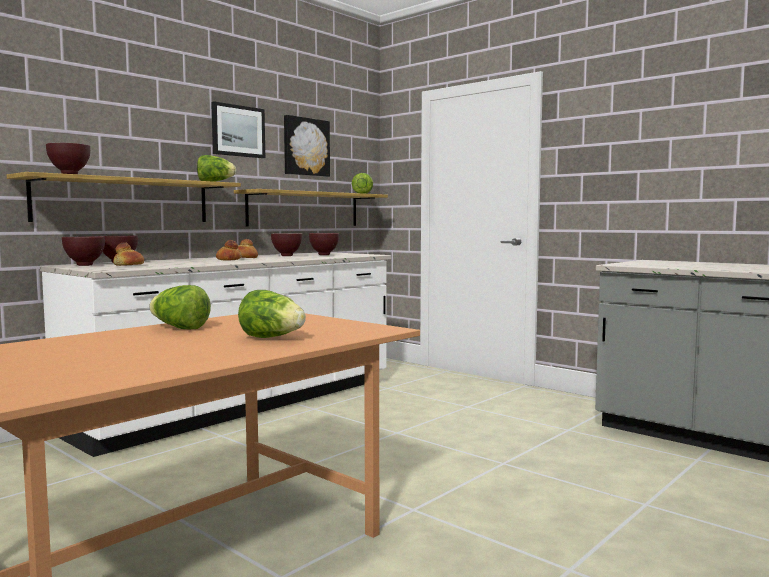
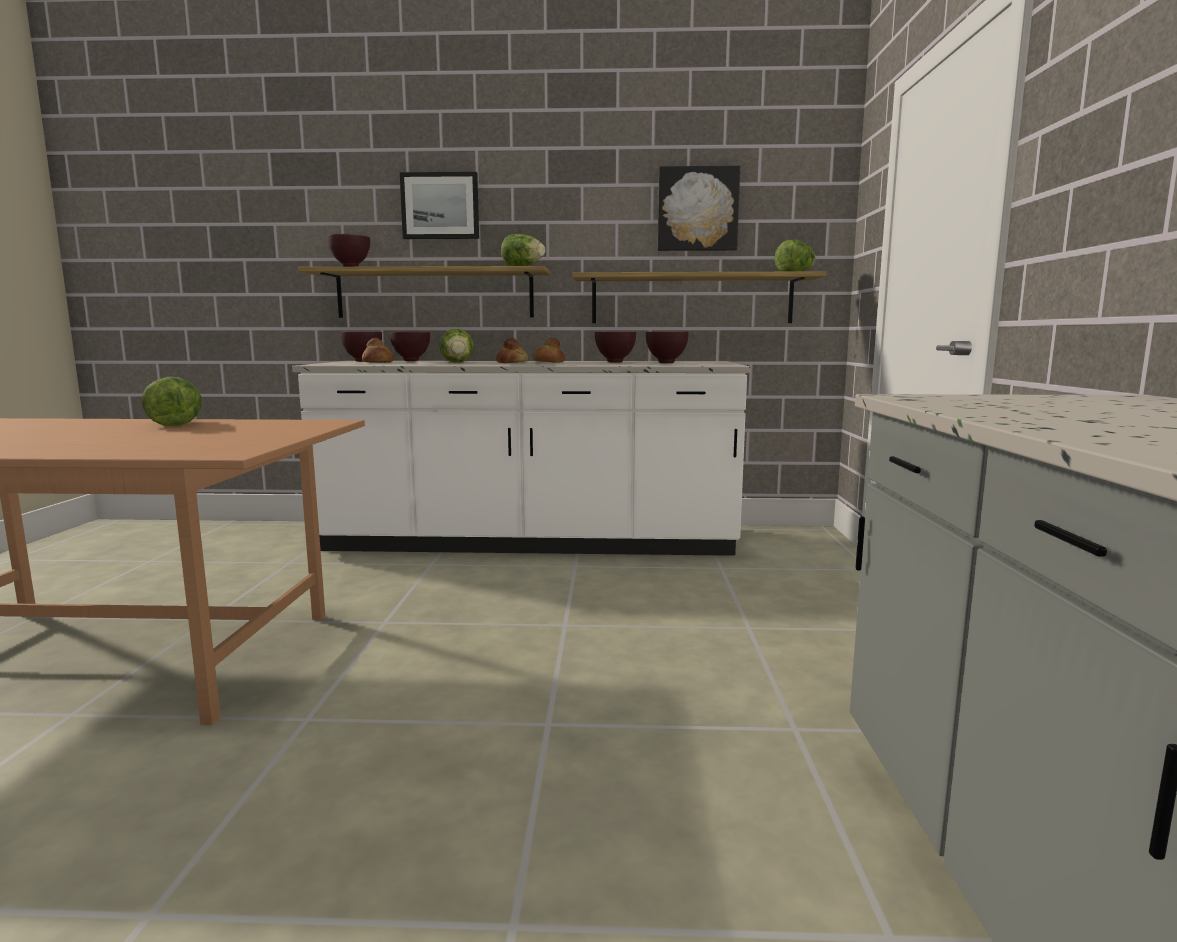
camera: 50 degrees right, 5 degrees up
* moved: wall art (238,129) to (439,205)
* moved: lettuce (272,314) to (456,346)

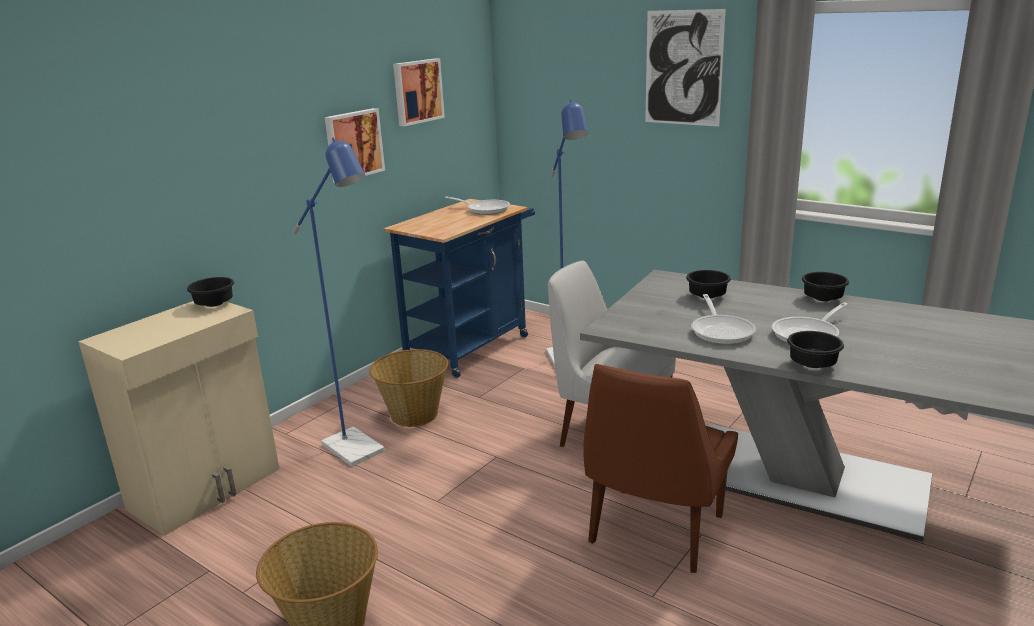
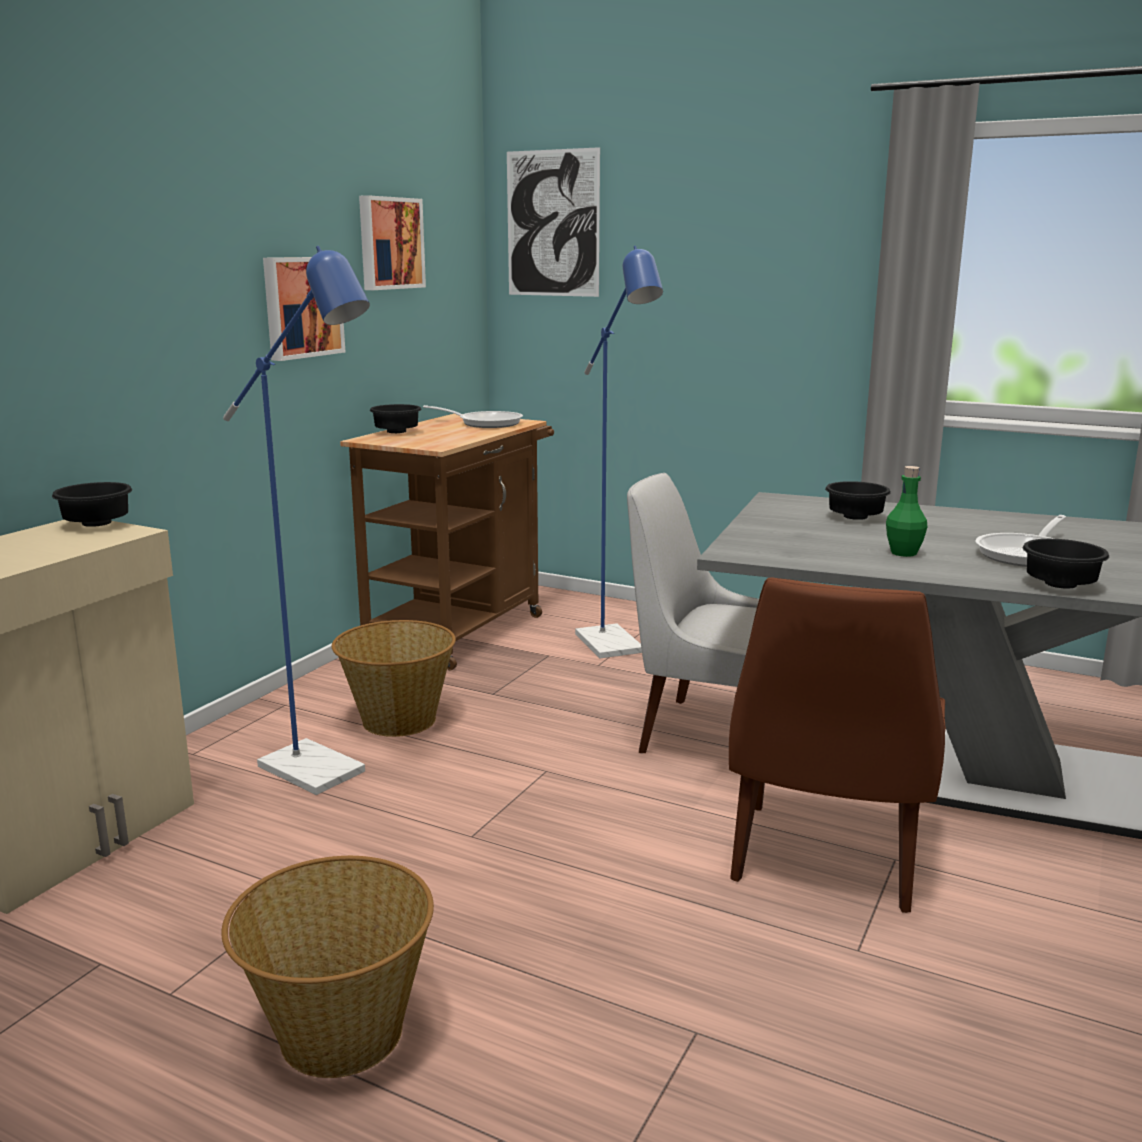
camera: 10 degrees left, 5 degrees down
* moved: wall art (685,68) to (553,222)
* recoloured: blue trolley (459,288) to brown-coloured trolley (447,542)
* moved: black deep dish (825,286) to (395,418)
* replaced: pan (723,319) to green beverage bottle (906,511)

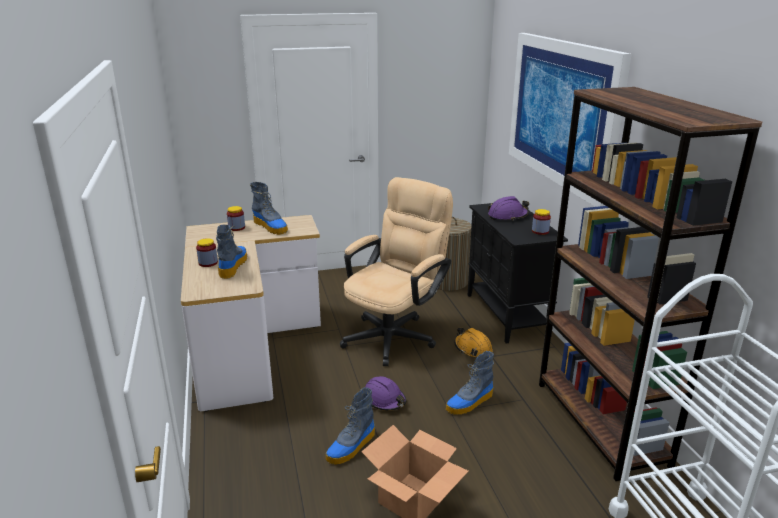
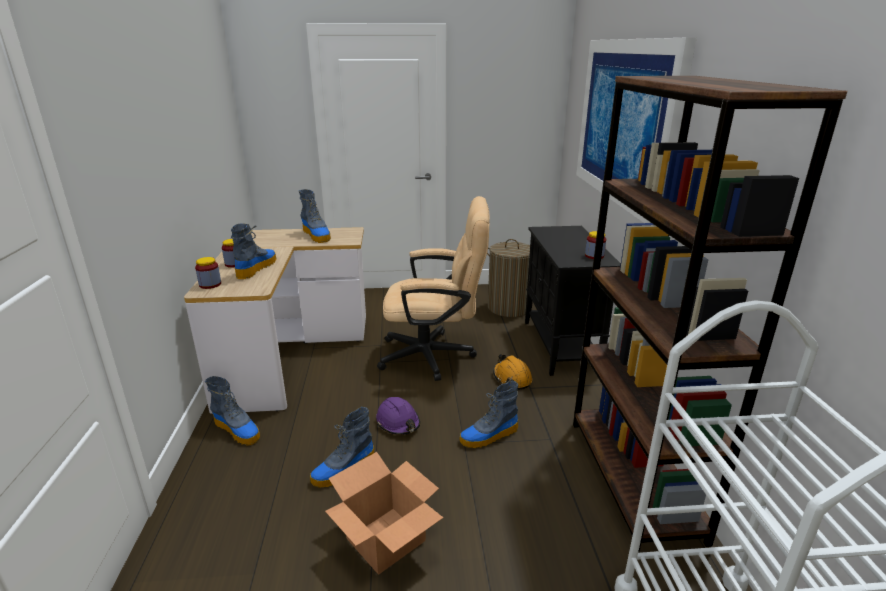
camera: 10 degrees right, 0 degrees up
* turned: beige-coloured computer chair (396,271) = (433,288) 45 degrees clockwise
* removed: purple-coloured safety helmet (508,208)
* moved: preserve jar (236,218) to (208,273)
* added: boot (232,411)

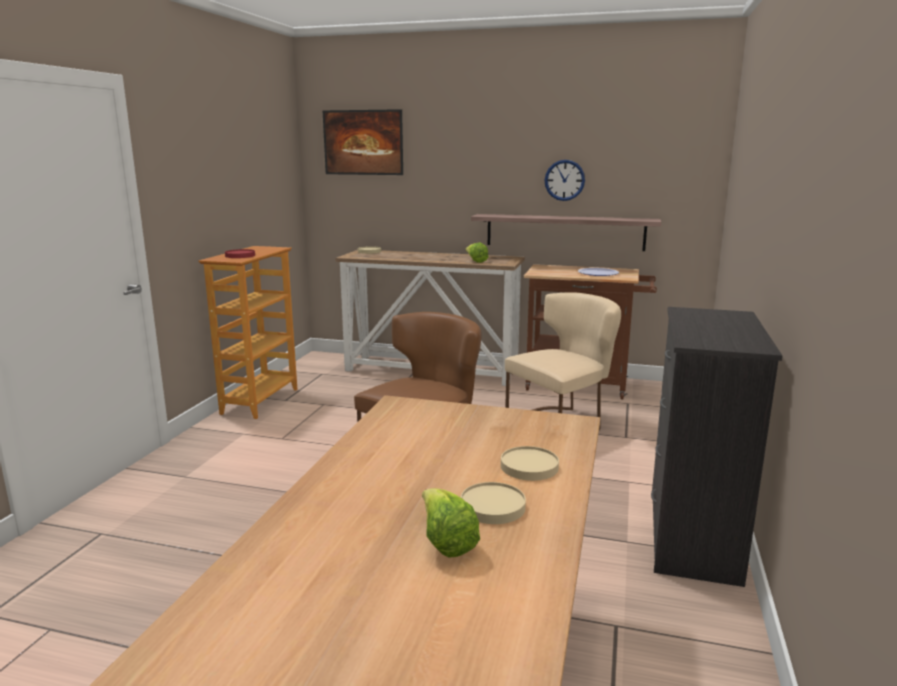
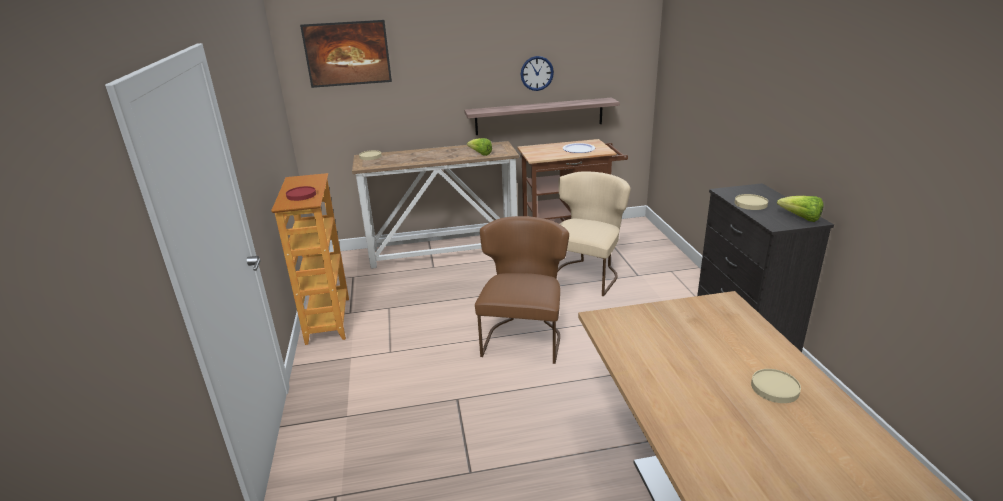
camera: 25 degrees left, 10 degrees up
* moved: beige-coloured dinner plate (530,463) to (751,202)
* moved: lettuce (451,523) to (800,209)

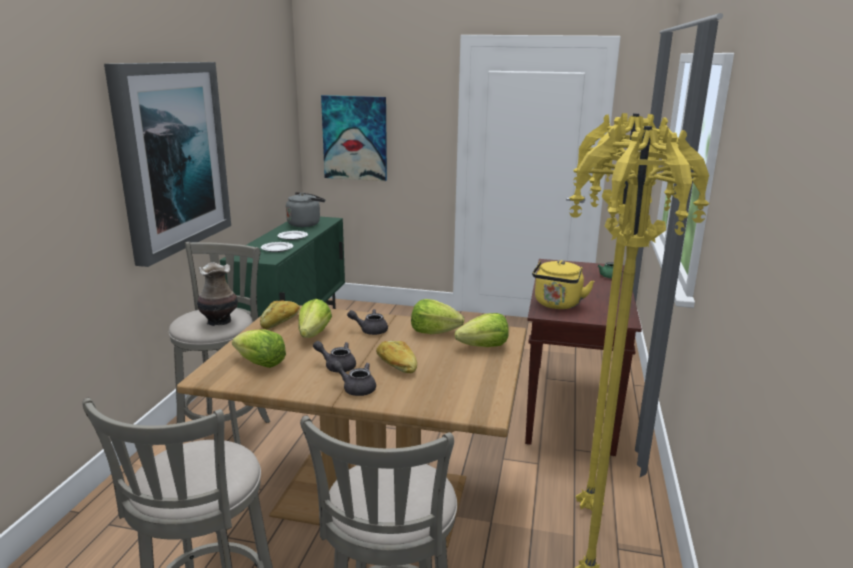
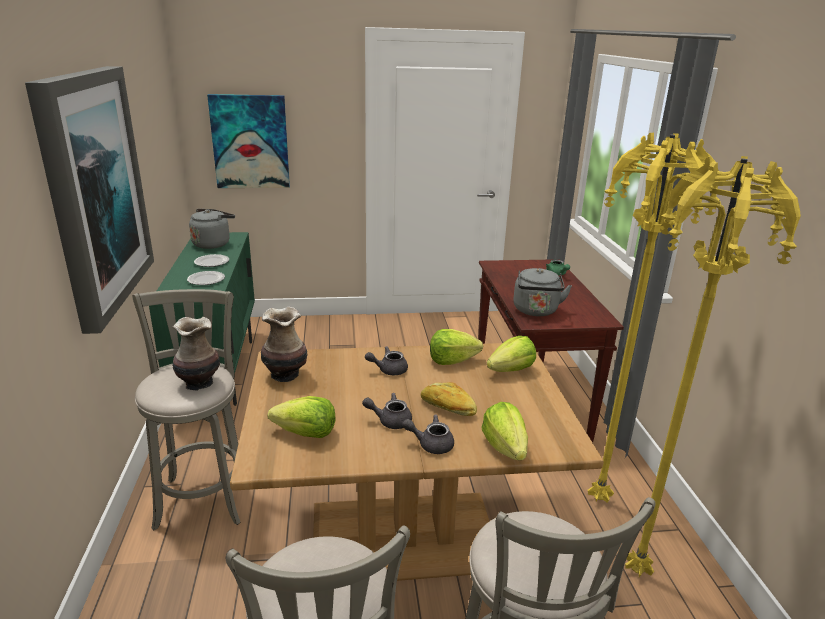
camera: 20 degrees left, 5 degrees up
* recoloured: yellow-coloured kettle (563,284) to grey kettle (542,292)
* moved: lettuce (315,318) to (505,431)
* replaced: bakery bread (280,314) to vase (284,344)

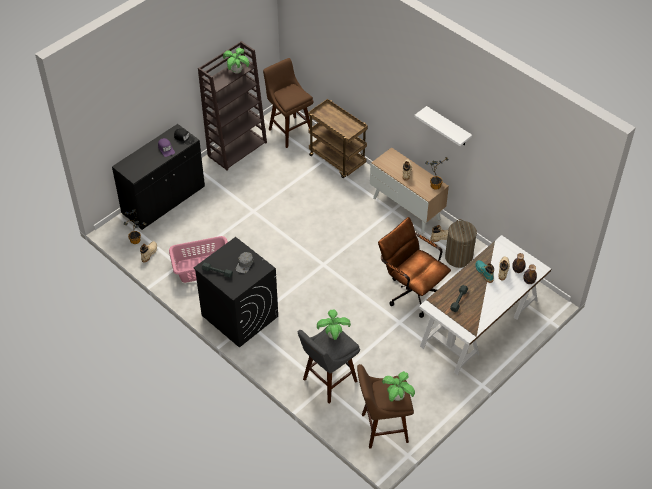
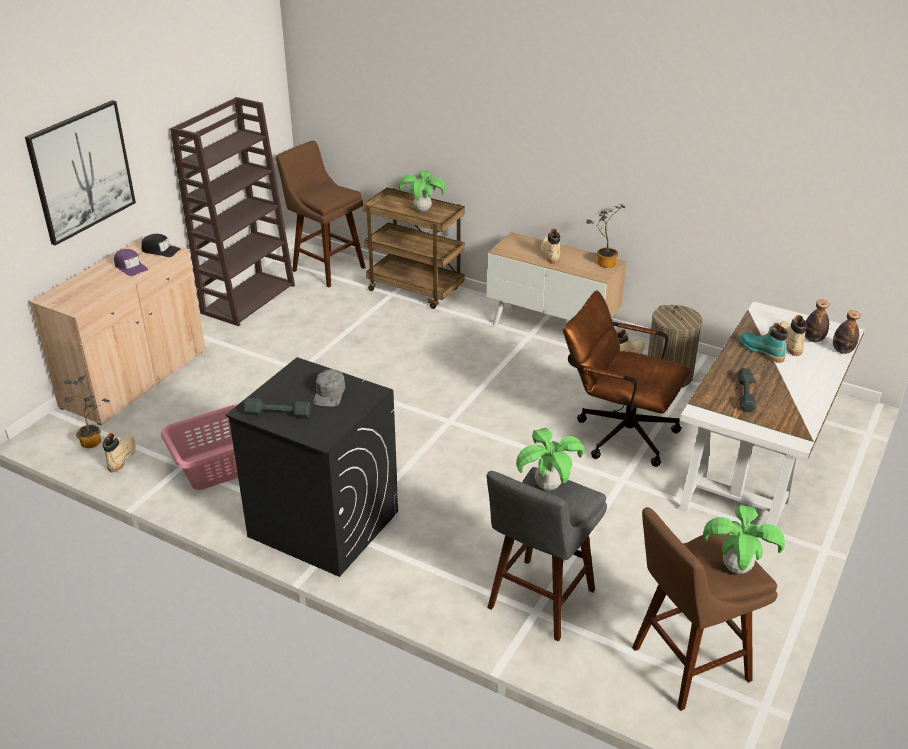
camera: 15 degrees left, 15 degrees down
* moved: houseplant (236,61) to (422,191)
* removed: whitish shelf (443,126)
* recoloured: black cabinet (158,177) to beige-coloured cabinet (117,331)
* added: wall art (80,173)

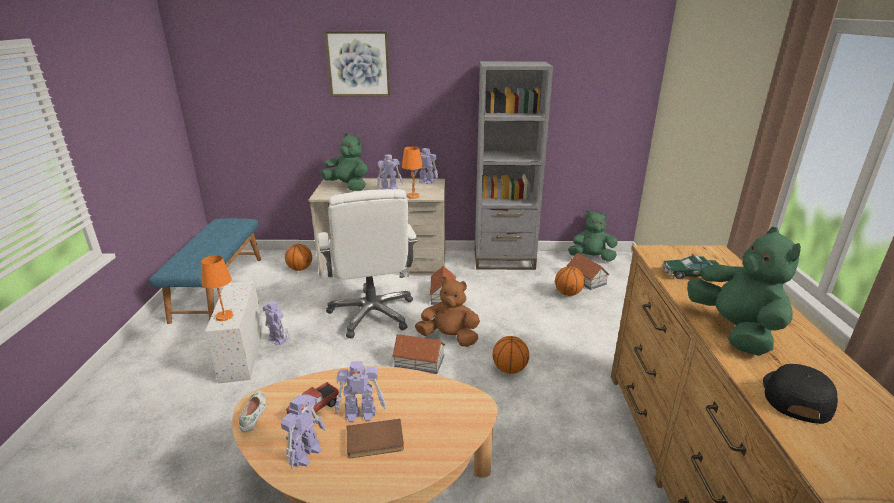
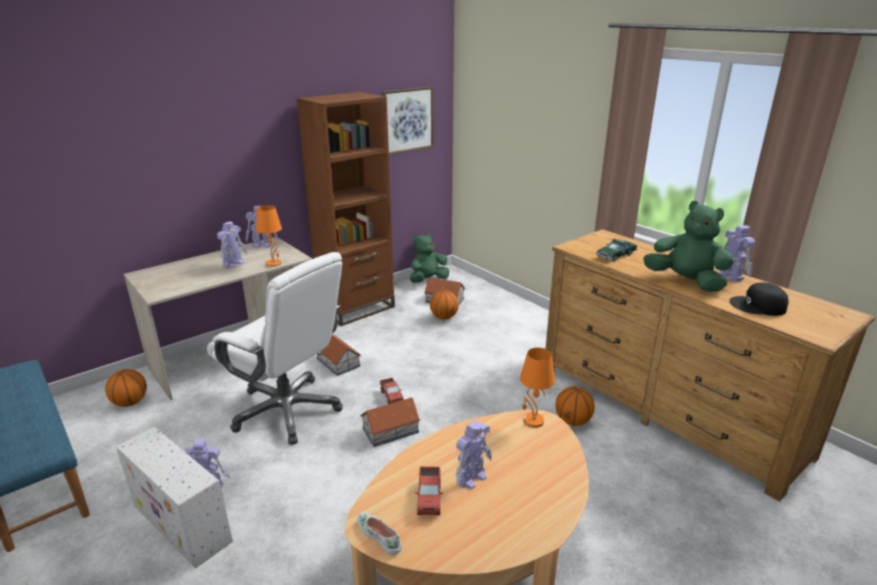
camera: 40 degrees left, 0 degrees up
* moved: wall art (357,64) to (408,121)
* recoloured: grey bookshelf (514,165) to brown-coloured bookshelf (346,209)
* removed: green plush toy (344,162)
* moved: orange table lamp (217,288) to (537,388)
* replaced: brown-coloured plush toy (447,311) to toy lorry (392,391)
* moved: basketball ball (511,355) to (575,406)
* turned: black peaked cap (800,394) = (759,299) 60 degrees counterclockwise
* moved: model robot (303,432) to (737,253)
* removed: brown-coloured book (375,438)

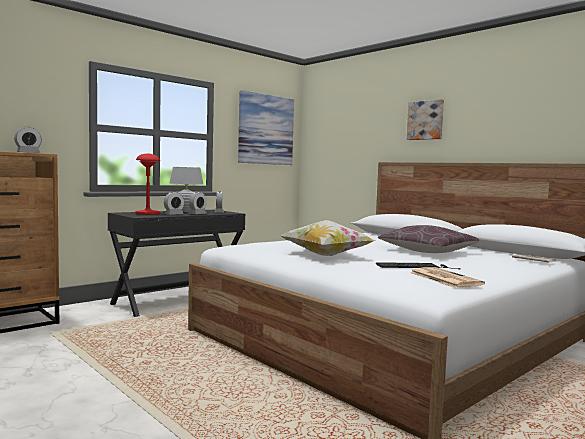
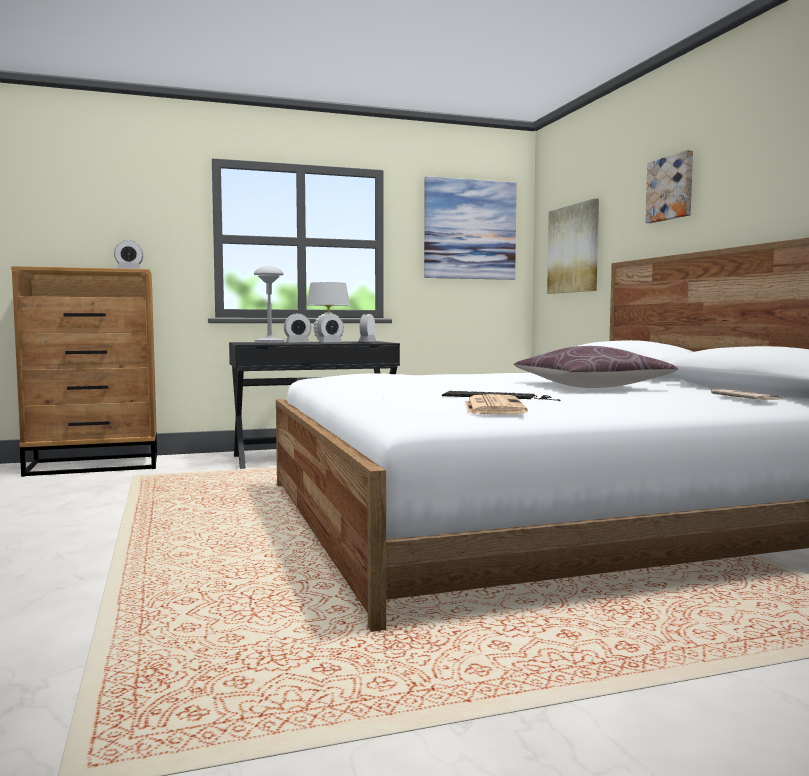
camera: 25 degrees right, 0 degrees up
* recoloured: red table lamp (147,184) to grey table lamp (269,304)
* removed: throw pillow (327,238)
* added: wall art (573,246)

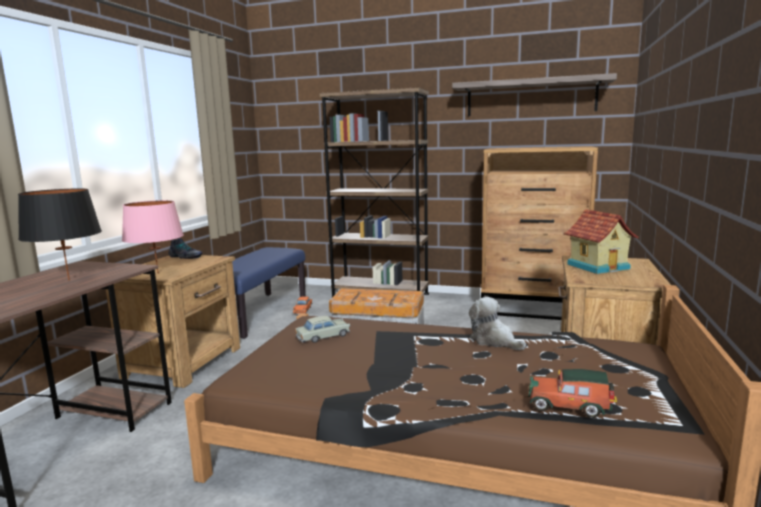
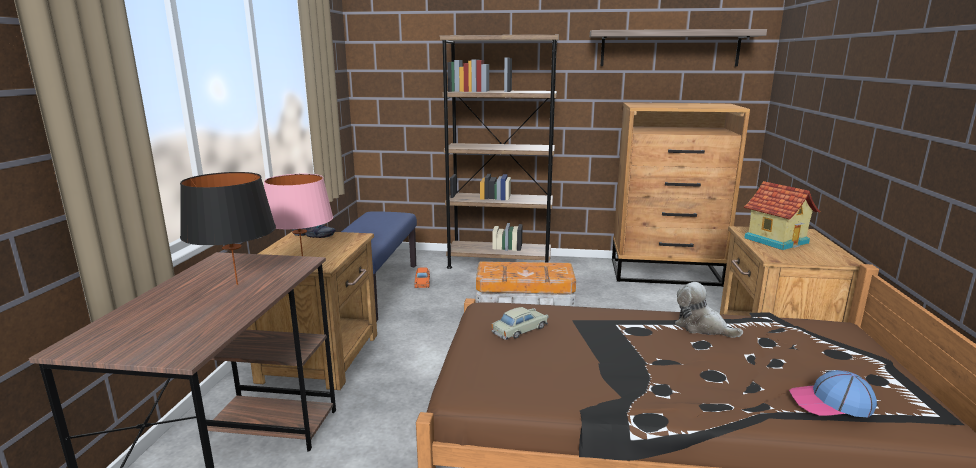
camera: 10 degrees left, 5 degrees up
* replaced: toy car (573,393) to peaked cap (833,393)

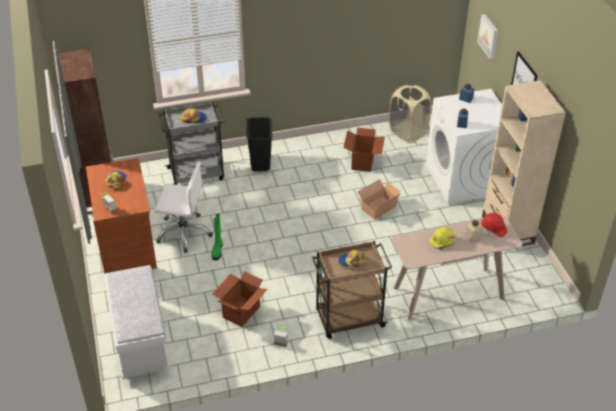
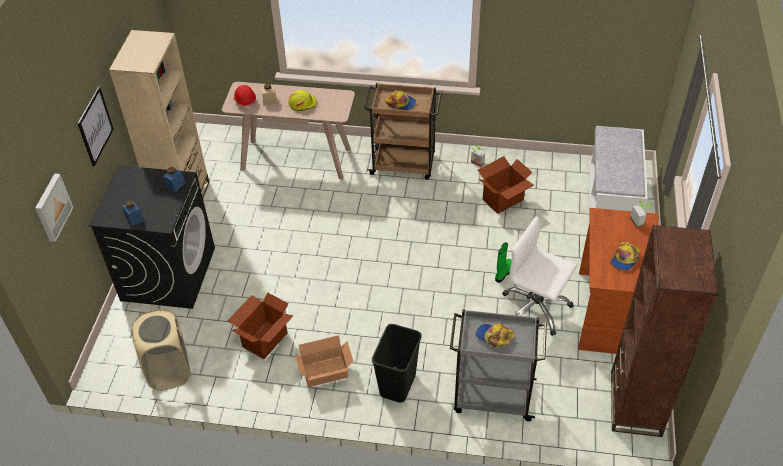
camera: 155 degrees left, 5 degrees up
* recoloured: whitish washing machine (464,146) to black washing machine (151,237)
* moved: carton (379,199) to (324,361)

